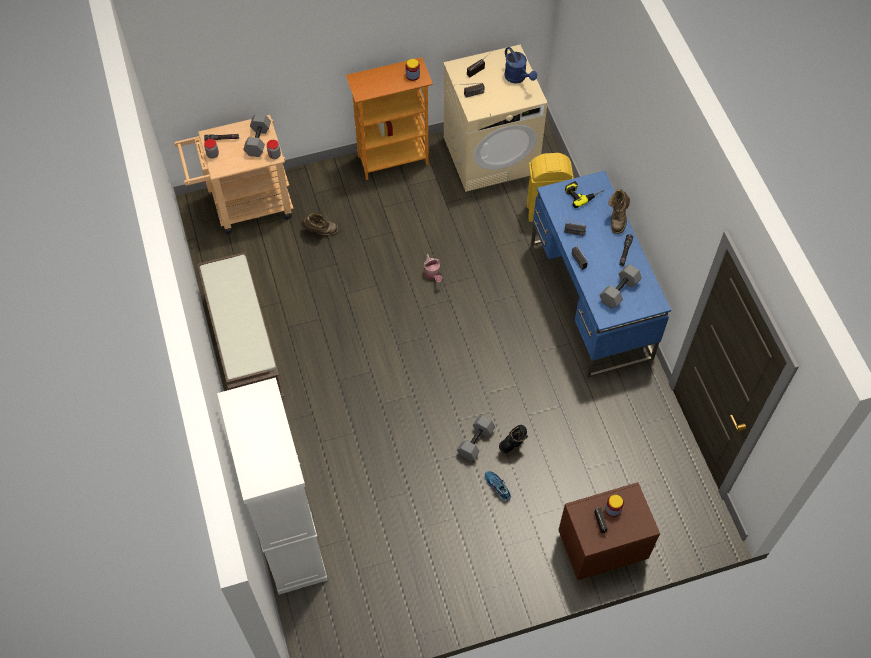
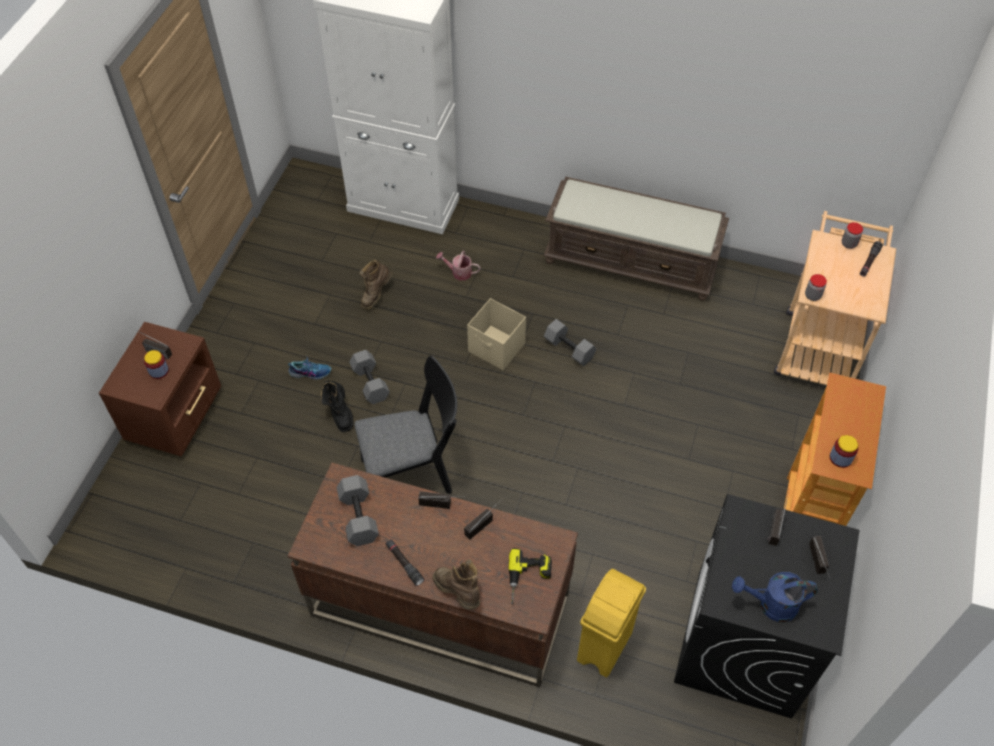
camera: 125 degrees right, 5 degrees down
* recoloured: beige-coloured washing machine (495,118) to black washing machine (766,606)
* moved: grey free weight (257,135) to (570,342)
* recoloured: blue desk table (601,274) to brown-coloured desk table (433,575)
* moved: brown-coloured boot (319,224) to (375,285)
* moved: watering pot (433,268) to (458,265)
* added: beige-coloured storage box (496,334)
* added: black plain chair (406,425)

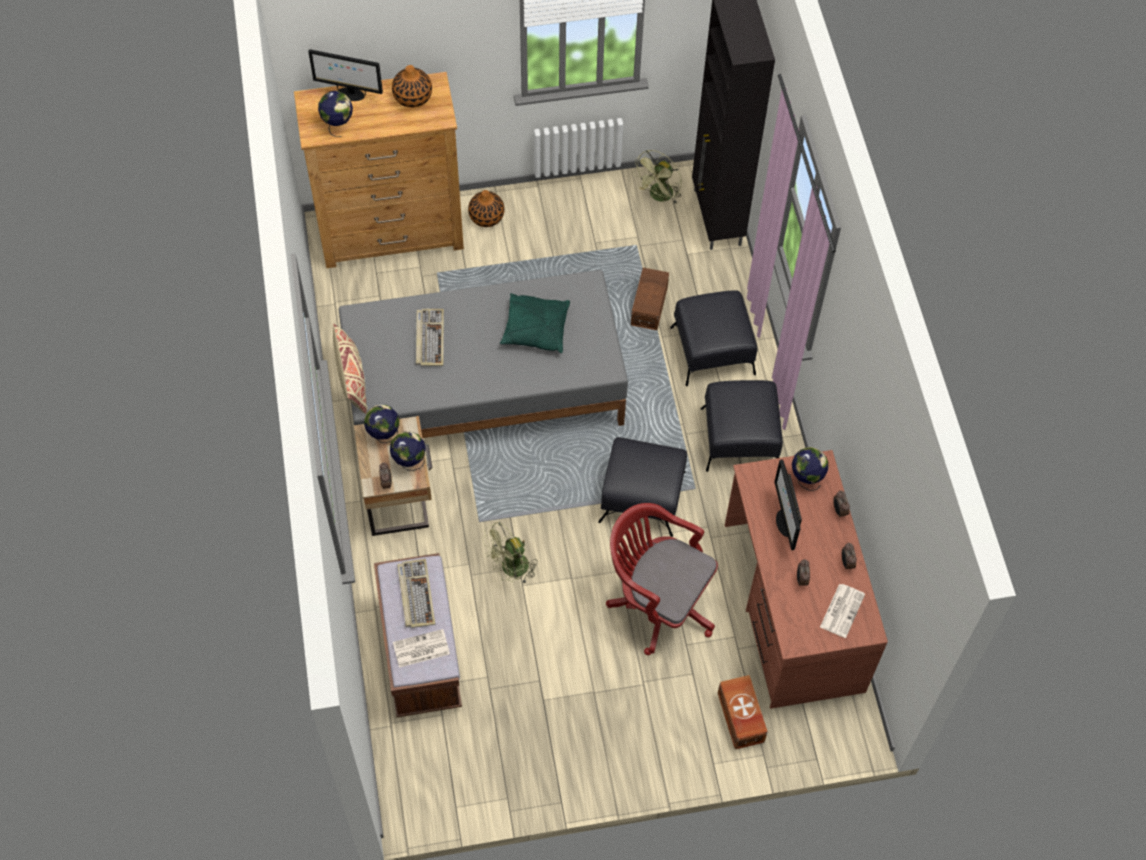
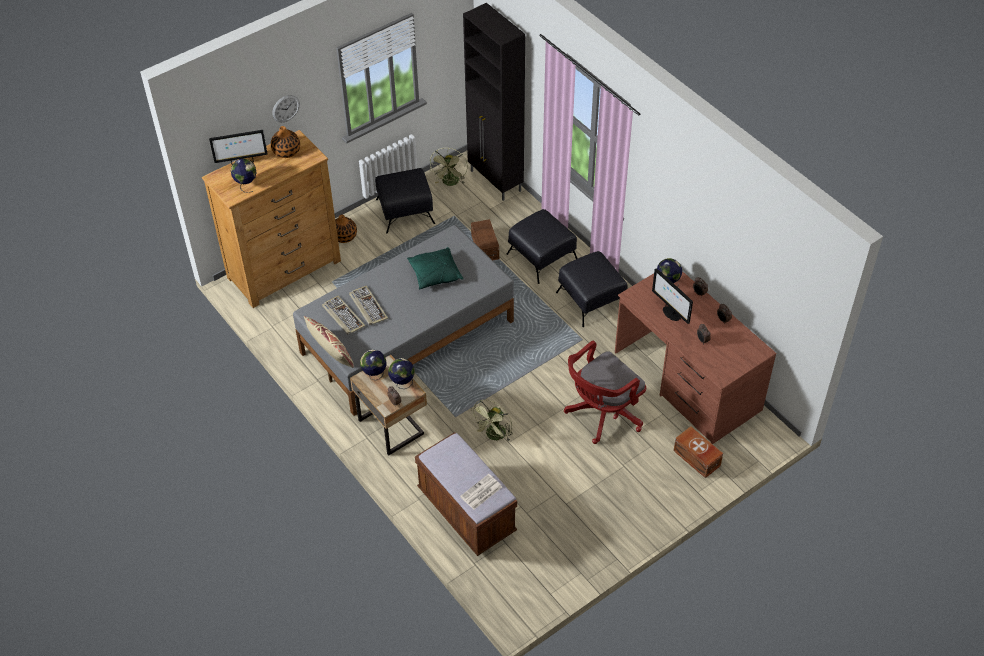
camera: 25 degrees left, 10 degrees down
* moved: black pouffe (642,487) to (405,200)
* turned: red computer chair (662,579) = (605,392) 45 degrees counterclockwise
* moved: PC keyboard (416,593) to (343,315)
* removed: daily paper (842,611)
* added: wall clock (286,108)

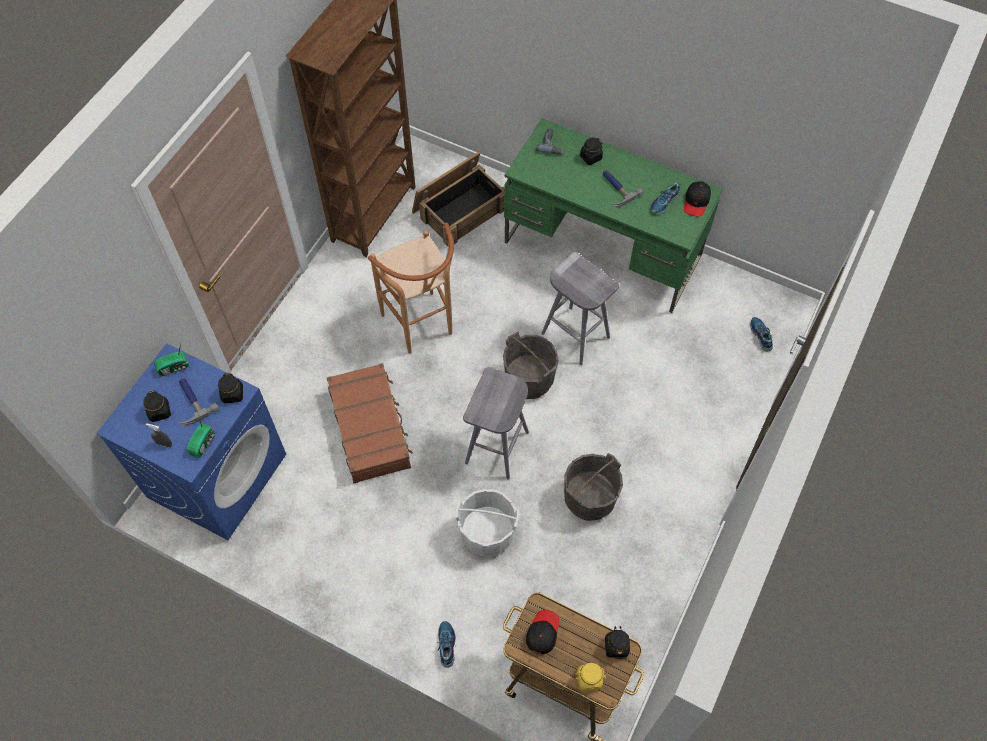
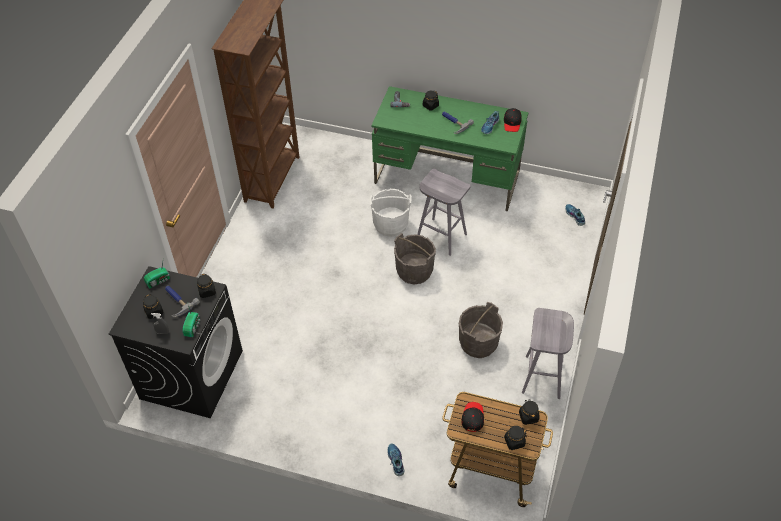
camera: 10 degrees left, 10 degrees down
* removed: shipping crate (458,199)
* removed: brown-coloured stool seat (411,288)
* recoloured: blue washing machine (191,441) to black washing machine (176,342)
* removed: brown-coloured piece of luggage (370,423)
* moved: grey stool seat (496,423) to (548,353)
* moved: whitish pail (487,523) to (391,213)
* recoloured: yellow-coloured preserve jar (590,677) to black preserve jar (515,438)

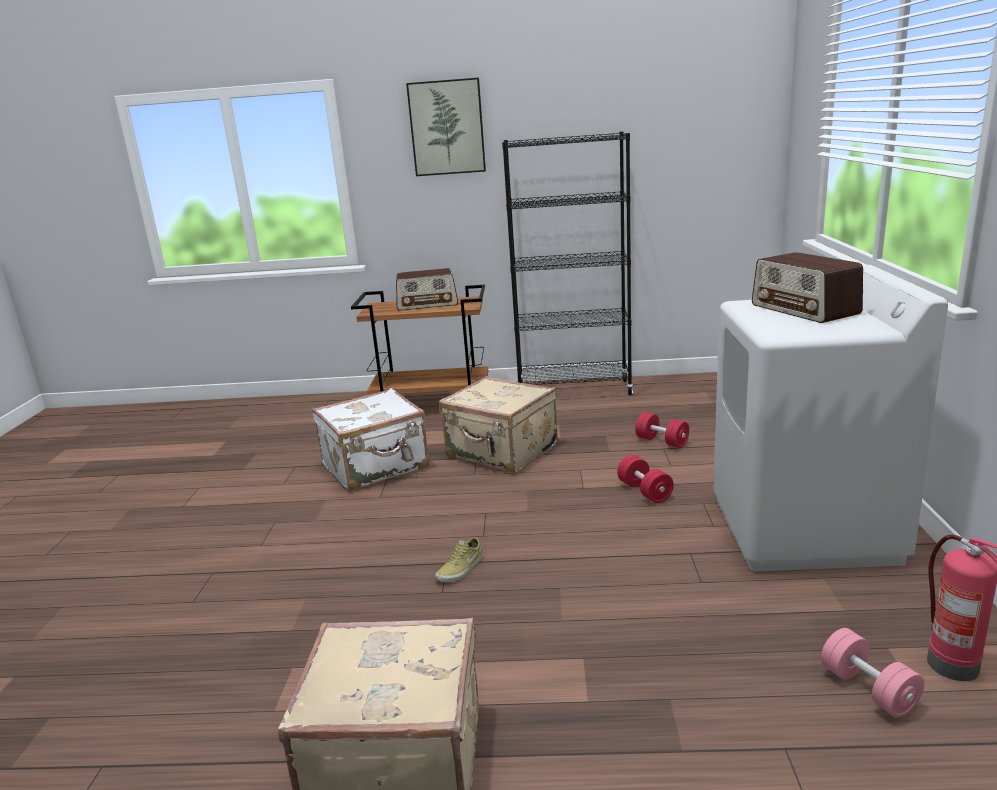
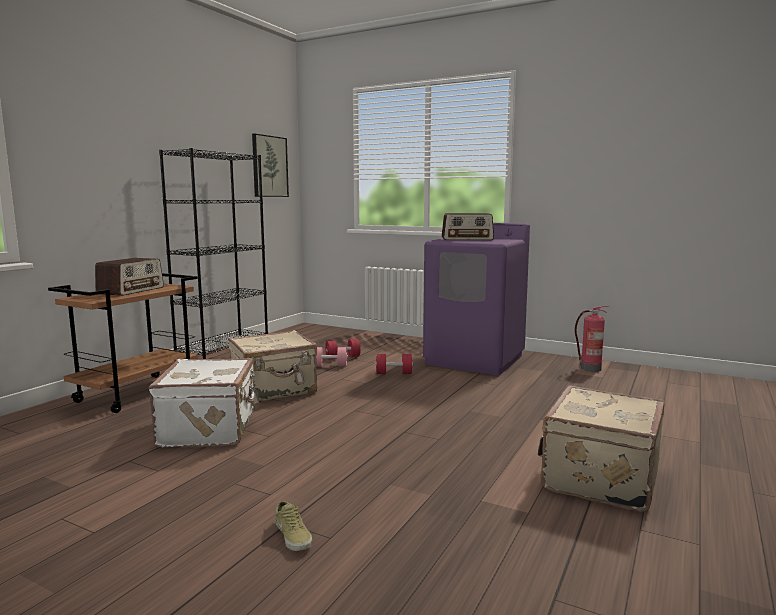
camera: 65 degrees left, 10 degrees down
* moved: wall art (446,126) to (270,165)
* recoloured: whitish washing machine (830,418) to purple-coloured washing machine (476,299)
* moved: beige-coloured low shoe (459,559) to (293,526)
* moved: pink-coloured free weight (872,673) to (332,356)

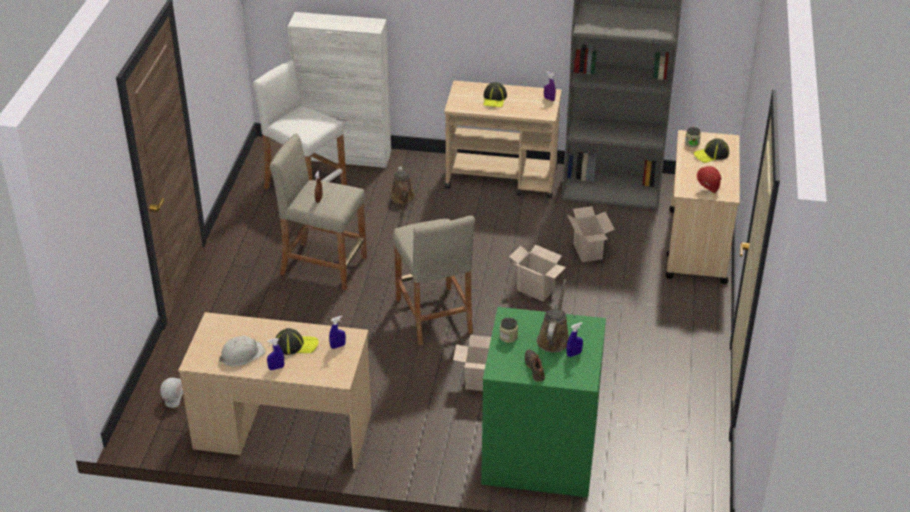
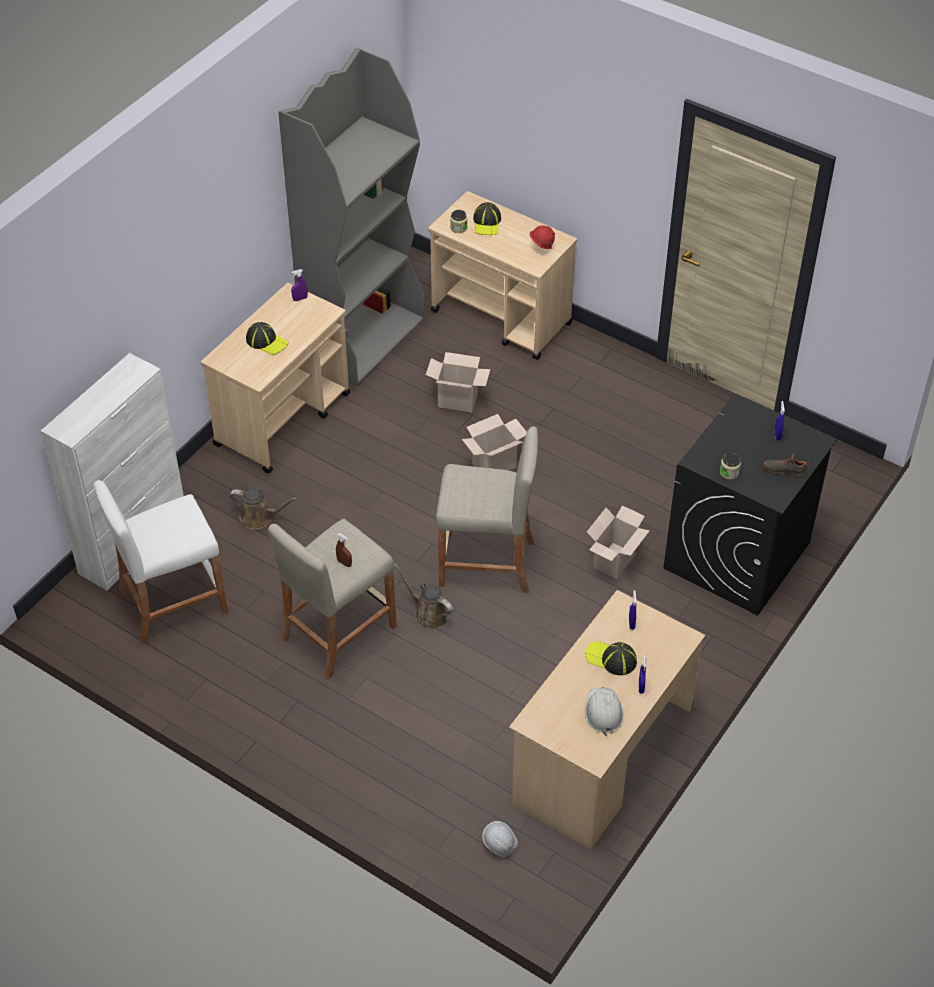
camera: 65 degrees left, 10 degrees up
* moved: brown-coloured watering pot (553,316) to (423,596)
* recoloured: green washing machine (543,402) to black washing machine (750,504)
* turned: peaked cap (297,341) = (611,658) 90 degrees counterclockwise

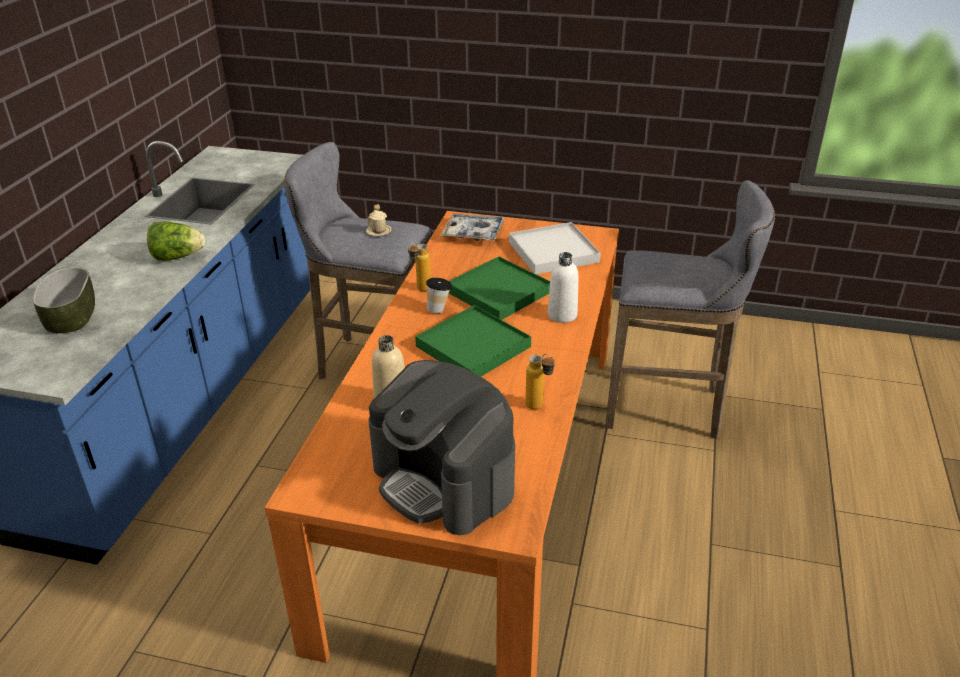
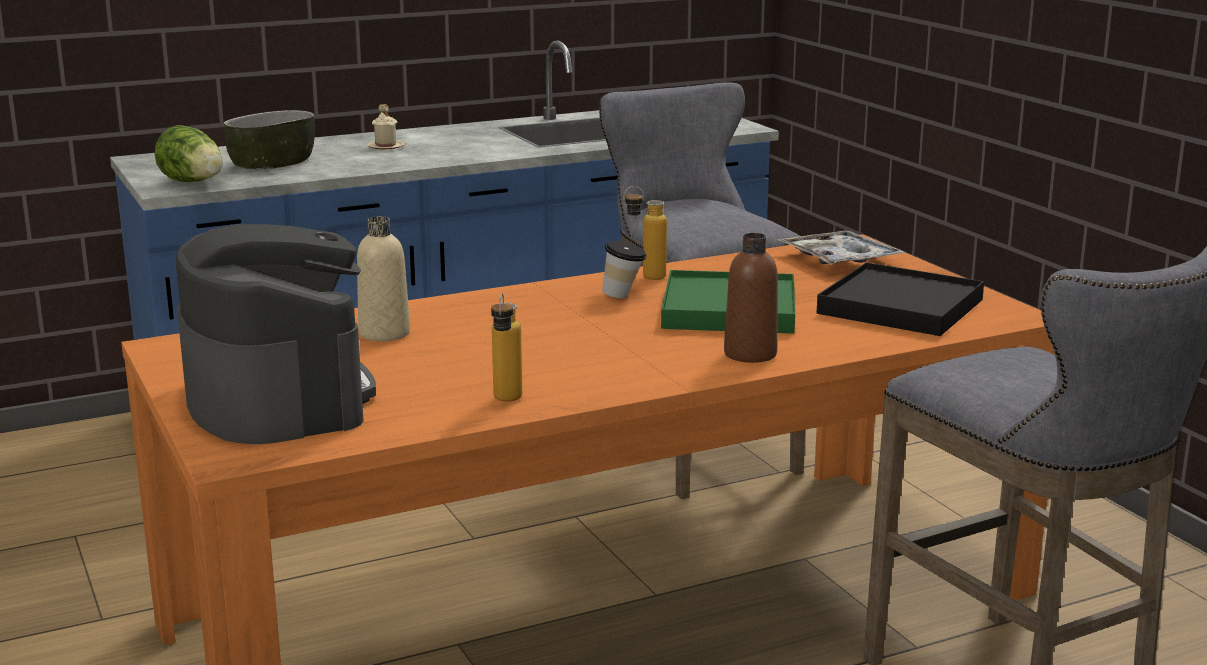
camera: 50 degrees right, 15 degrees down
* moved: beige-coloured coffee mug (379,220) to (385,126)
* moved: lettuce (176,241) to (188,153)
* recoloured: whitish carrying tray (555,248) to black carrying tray (900,299)
* recoloured: whitish beverage bottle (563,287) to brown-coloured beverage bottle (751,298)
* removed: green carrying tray (473,341)
* turned: coffee maker (441,447) = (276,334) 150 degrees clockwise

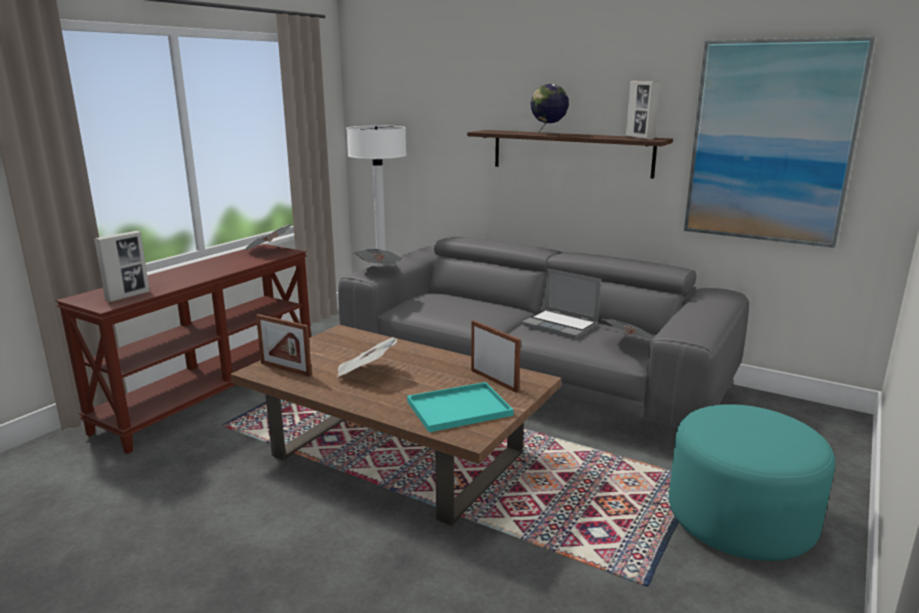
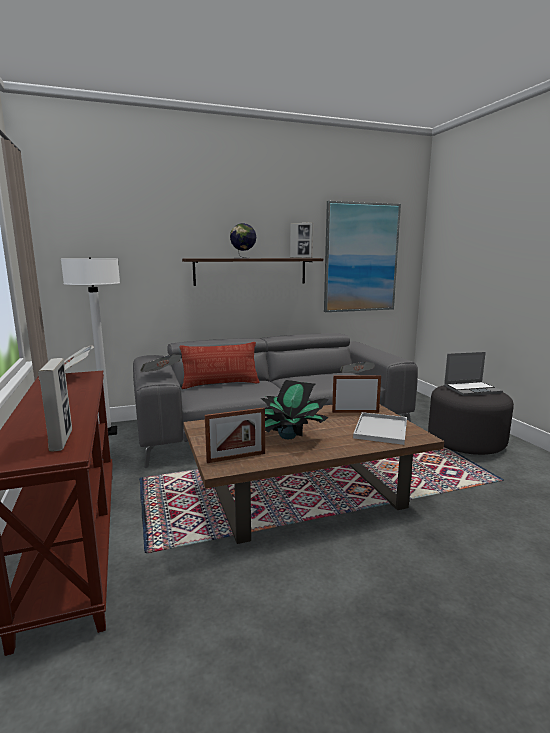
camera: 50 degrees left, 5 degrees down
* moved: notebook computer (561,304) to (473,374)
* replaced: daily paper (367,357) to houseplant (295,409)
* recoloured: blue-green carrying tray (460,407) to whitish carrying tray (380,428)
* recoloured: blue-green pouffe (752,482) to grey pouffe (471,420)
* added: throw pillow (220,365)

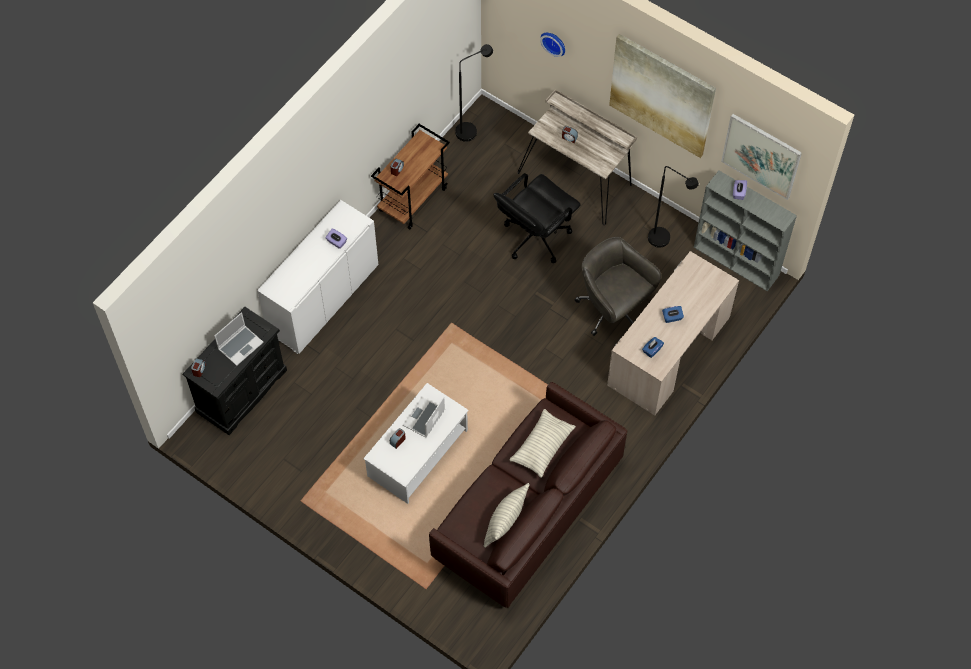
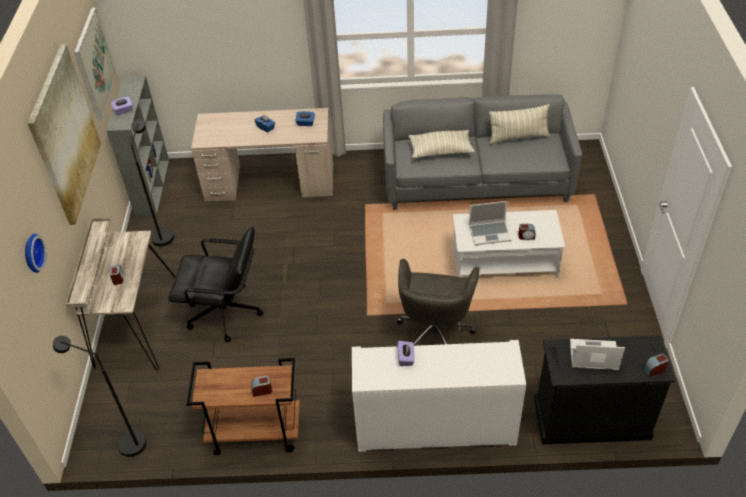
camera: 125 degrees left, 15 degrees down
* moved: grey computer chair (618,286) to (438,302)
* recoloured: brown-coloured sofa (528,495) to grey sofa (482,152)

